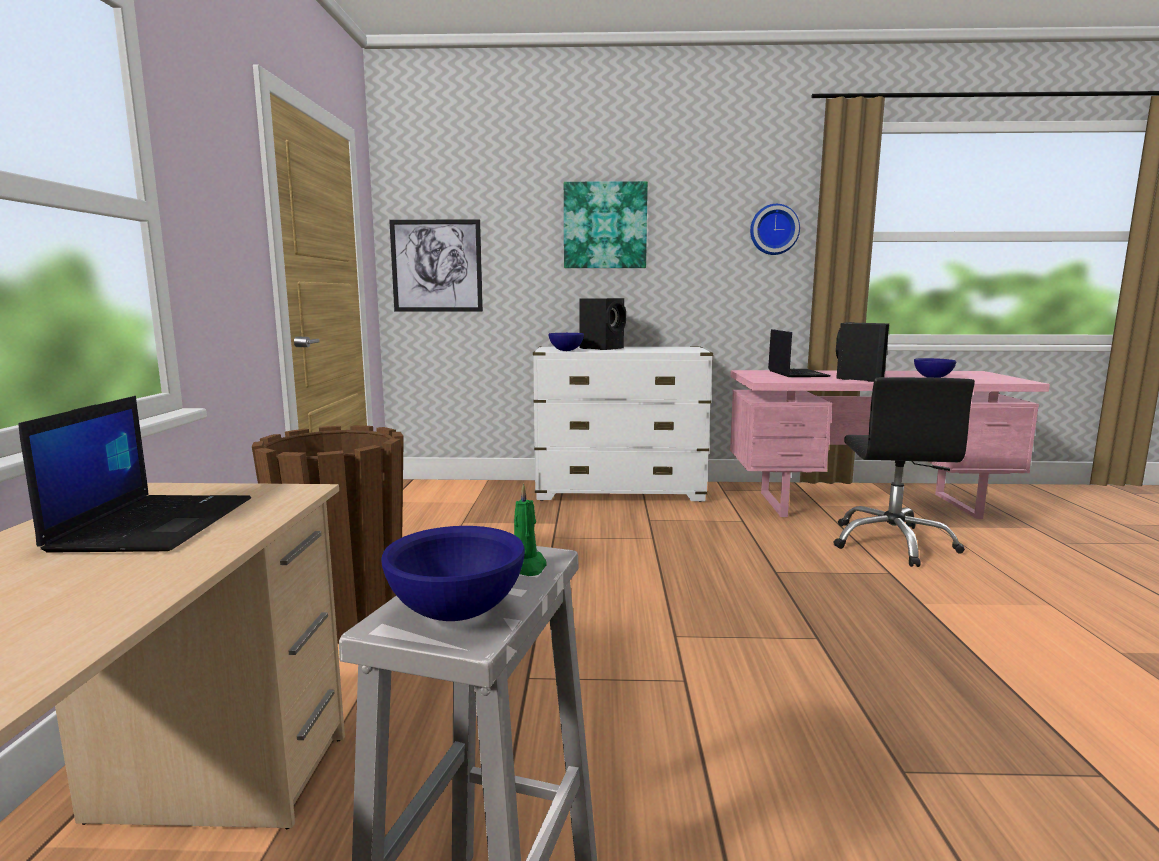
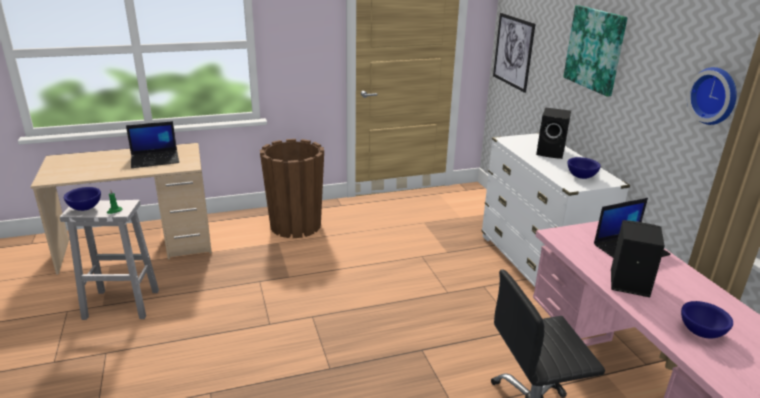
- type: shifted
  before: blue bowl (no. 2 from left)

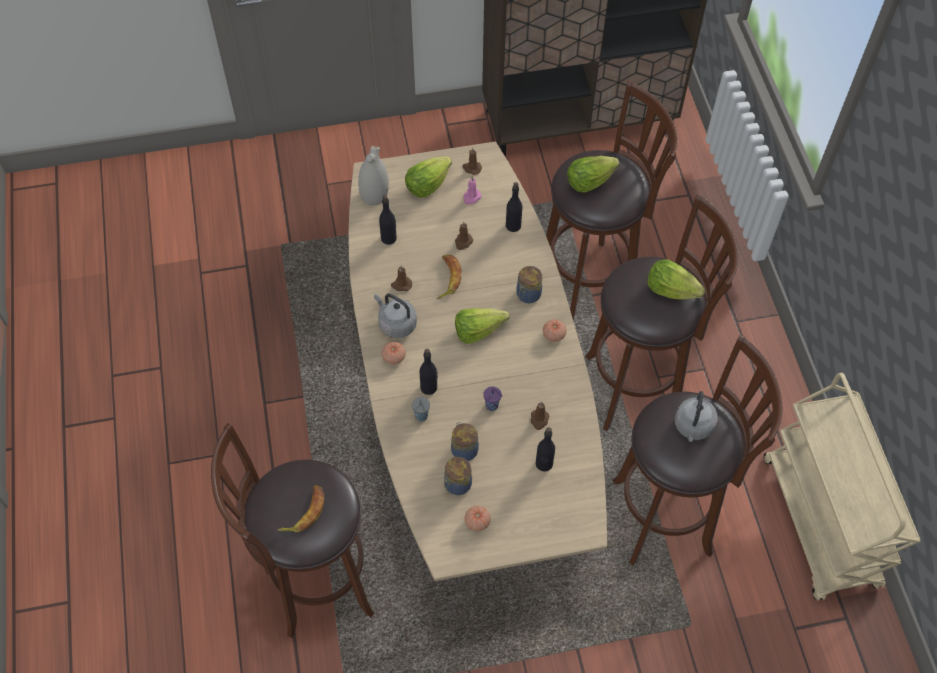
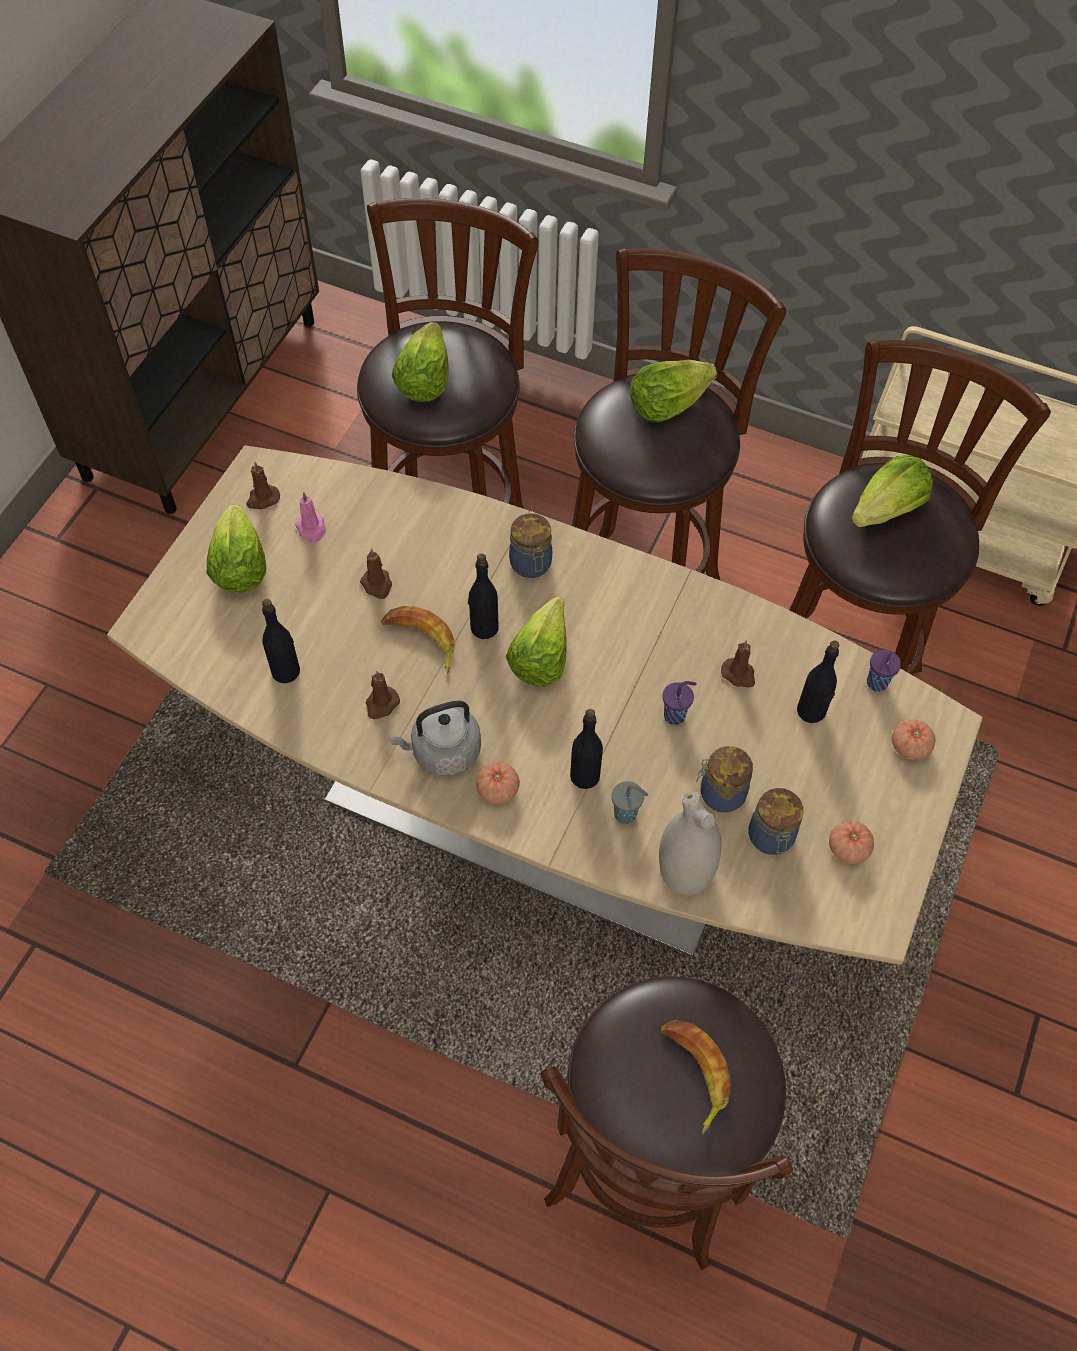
- type: shifted
  before: white vase
- type: shifted
  before: black bottle (no. 3 from left in the first image)
  after: black bottle (no. 2 from left)
- type: shifted
  before: tomato (no. 3 from left)
- type: swapped
  before: grey kettle (no. 2 from left)
  after: lettuce (no. 5 from left)
- type: new
  after: purple cup (no. 2 from left)

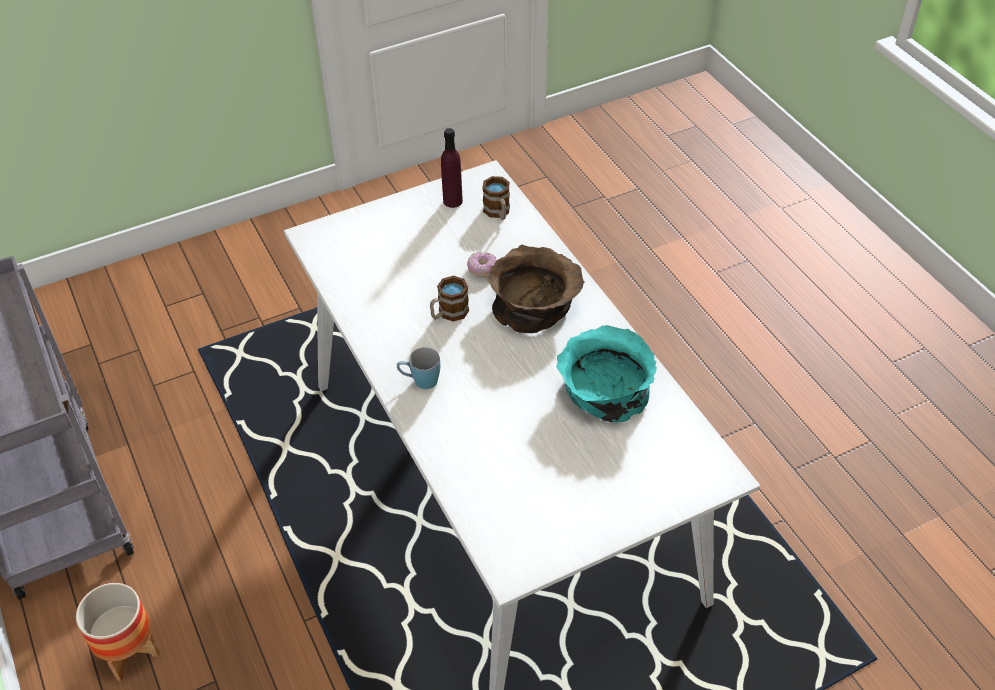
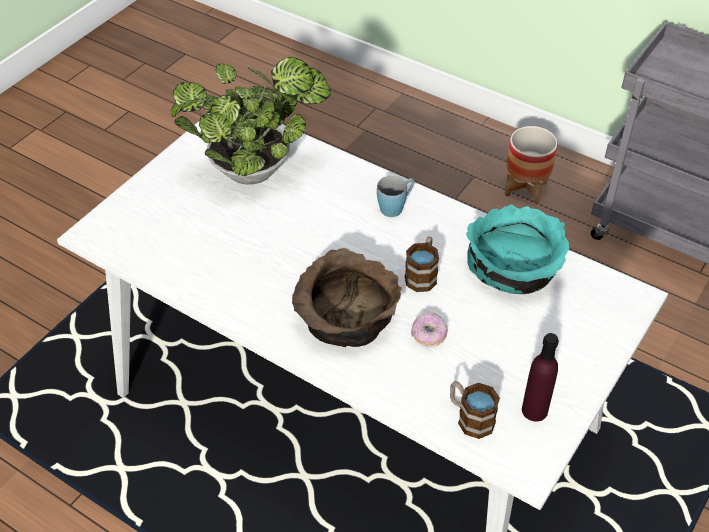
- type: shifted
  before: turquoise bowl
- type: new
  after: potted plant

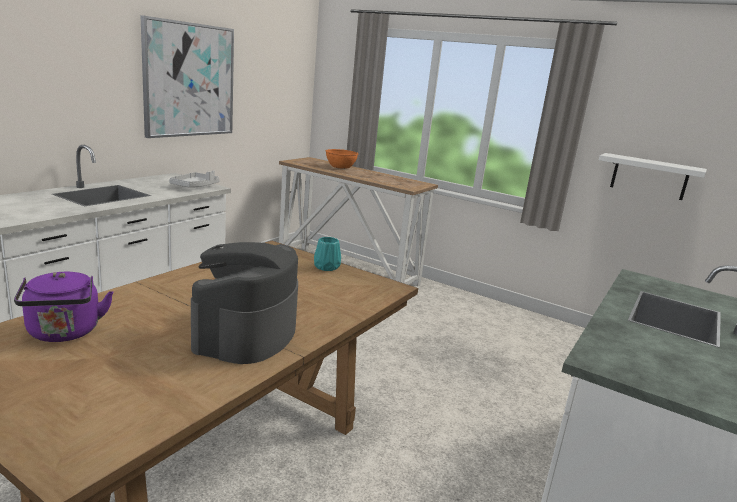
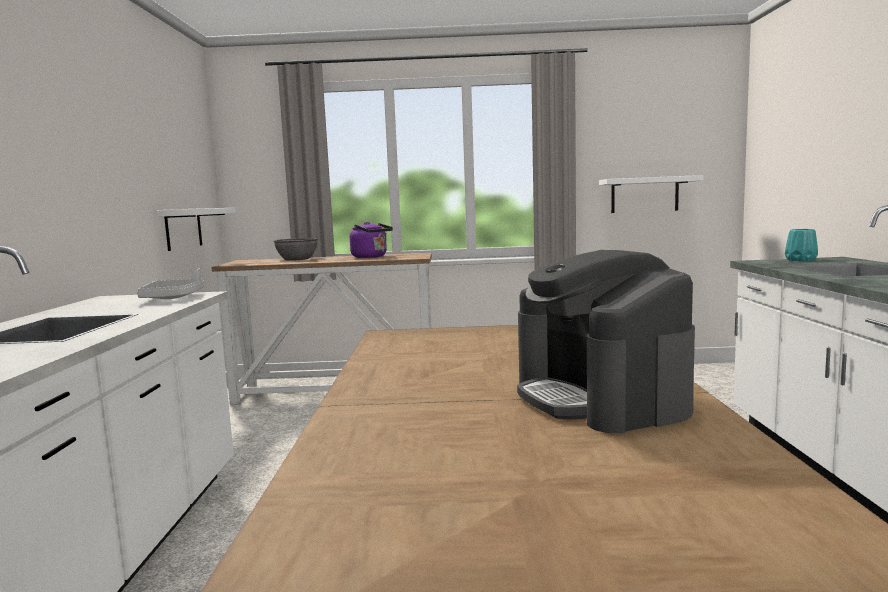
- type: shifted
  before: purple kettle
- type: gone
  before: picture
- type: shifted
  before: turquoise vase
- type: repainted
  before: orange bowl
  after: grey bowl
- type: new
  after: white shelf (no. 1 from left)

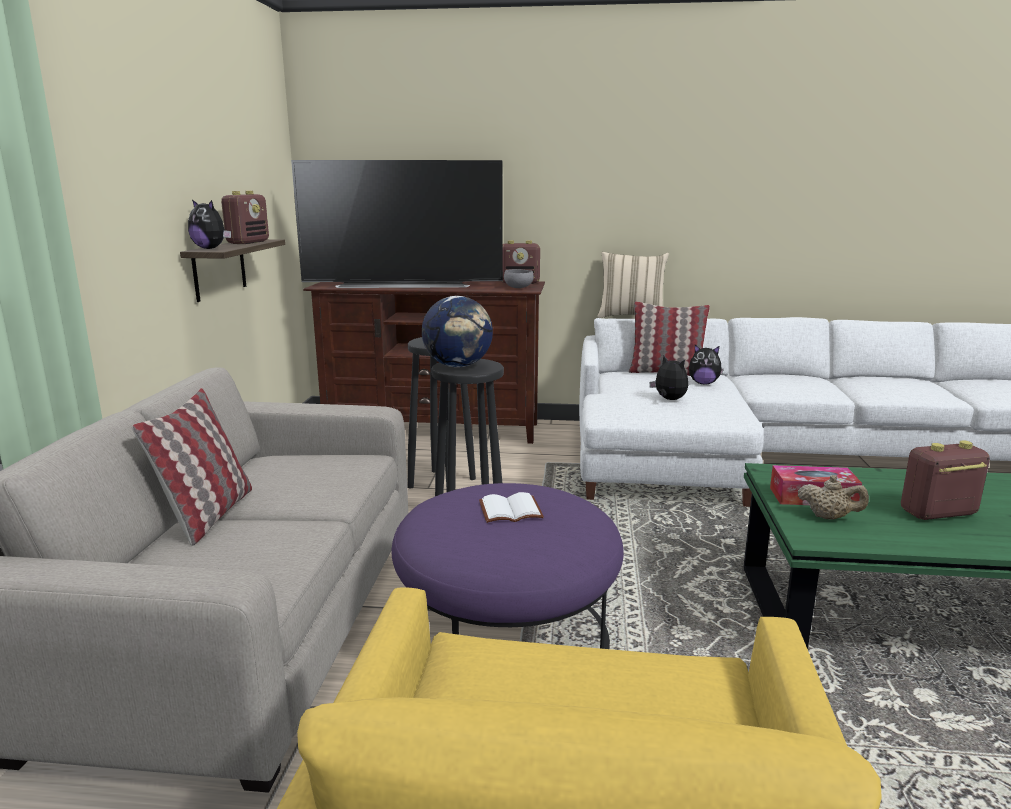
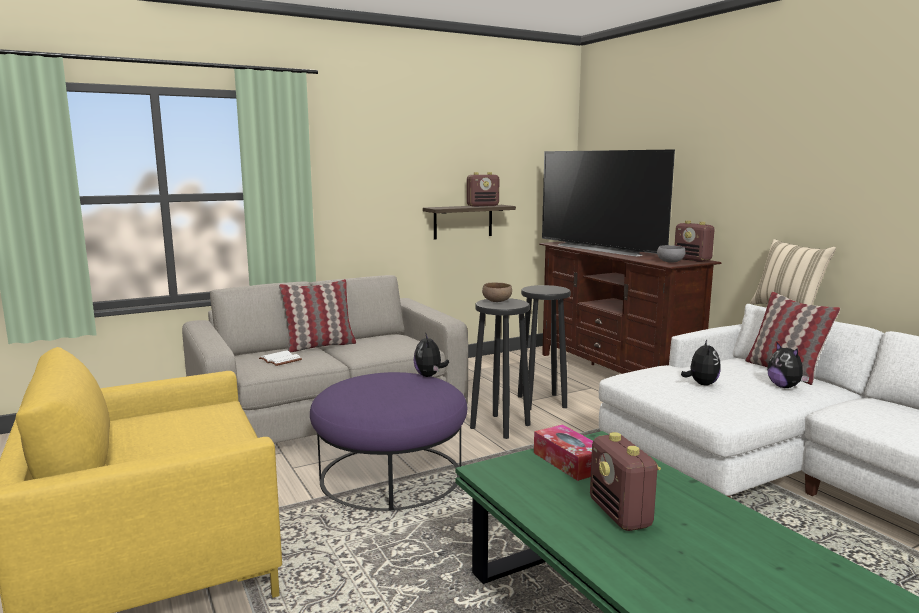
- type: shifted
  before: plush toy (no. 1 from left)
- type: swapped
  before: globe
  after: brown bowl
- type: shifted
  before: white book
- type: gone
  before: beige teapot
- type: rotated
  before: radio (no. 3 from left in the first image)
  turn: -150

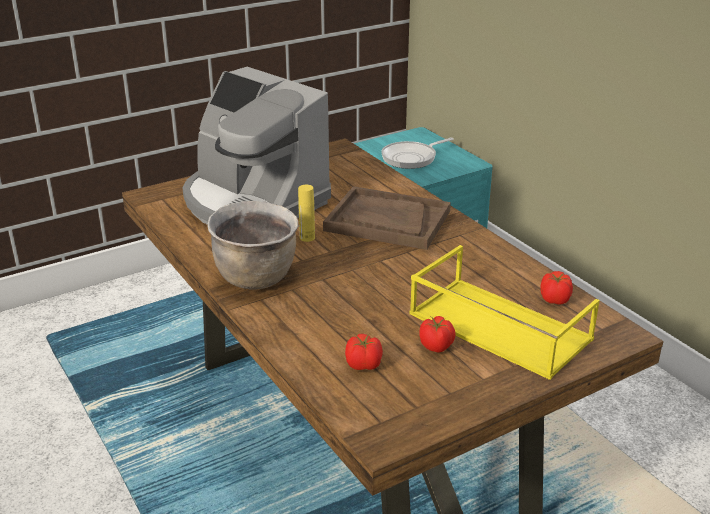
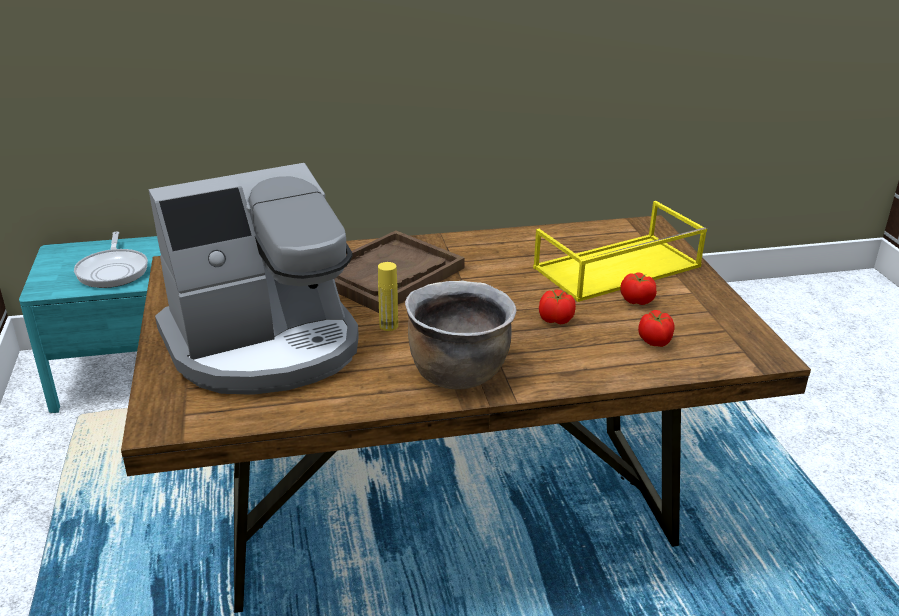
- type: shifted
  before: tomato (no. 3 from left in the first image)
  after: tomato (no. 1 from left)

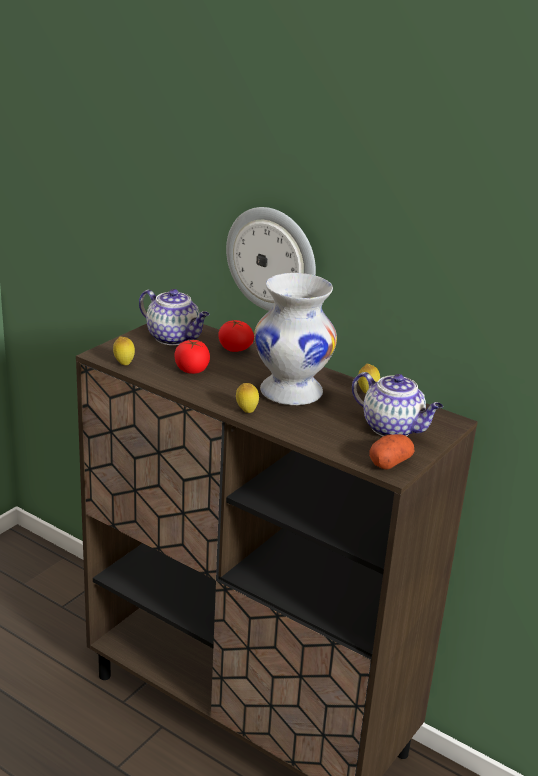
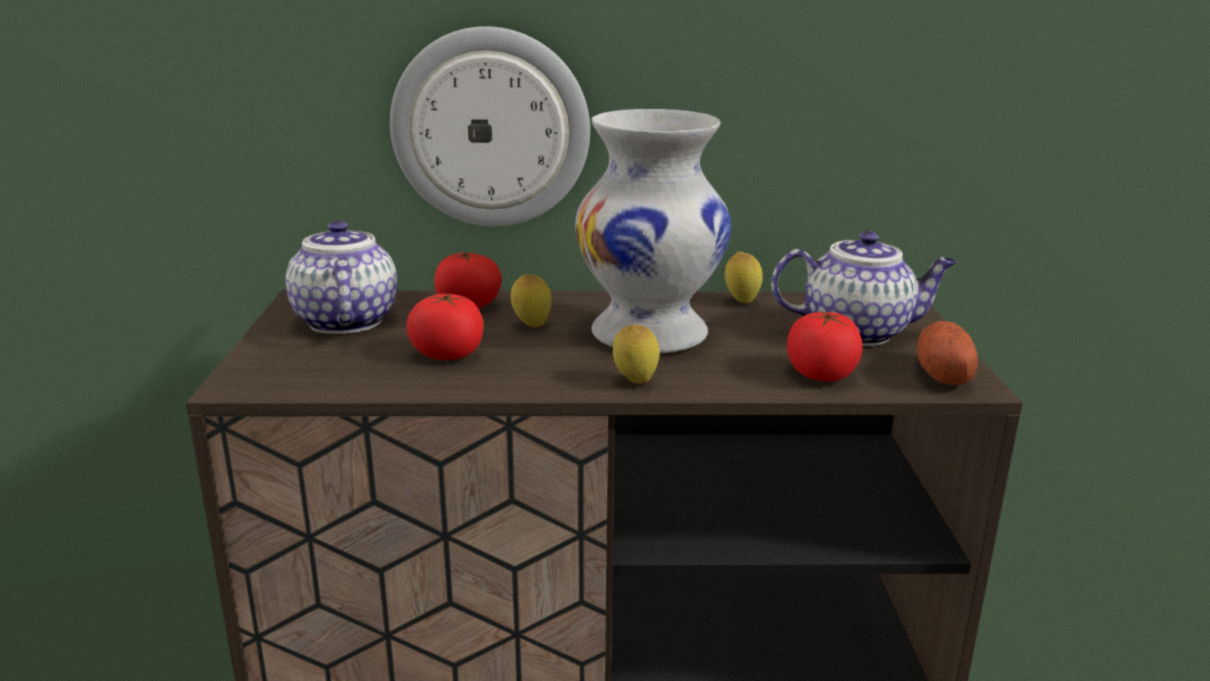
- type: shifted
  before: lemon (no. 1 from left)
- type: rotated
  before: teapot (no. 1 from left)
  turn: -105
- type: new
  after: tomato (no. 3 from left)

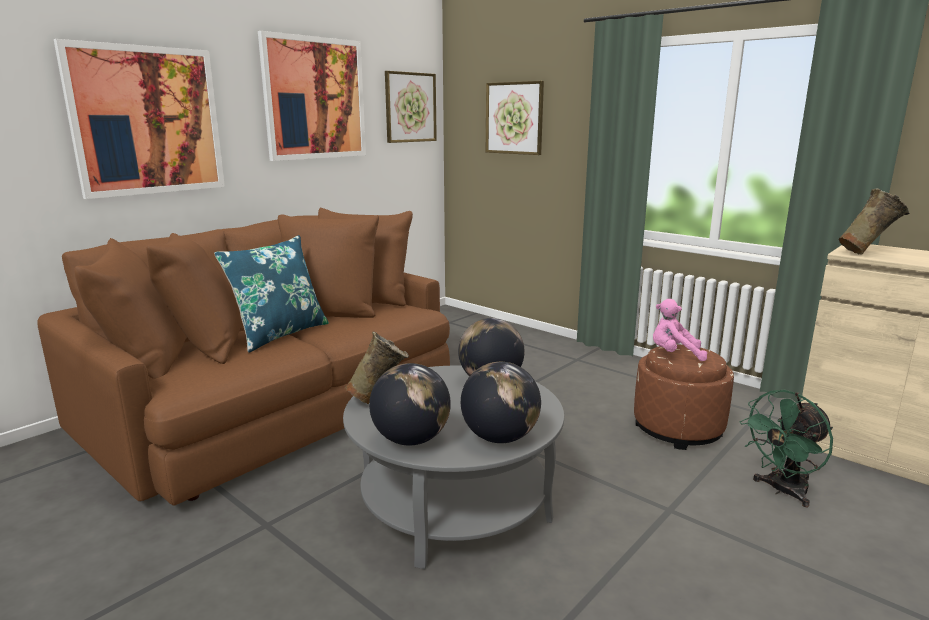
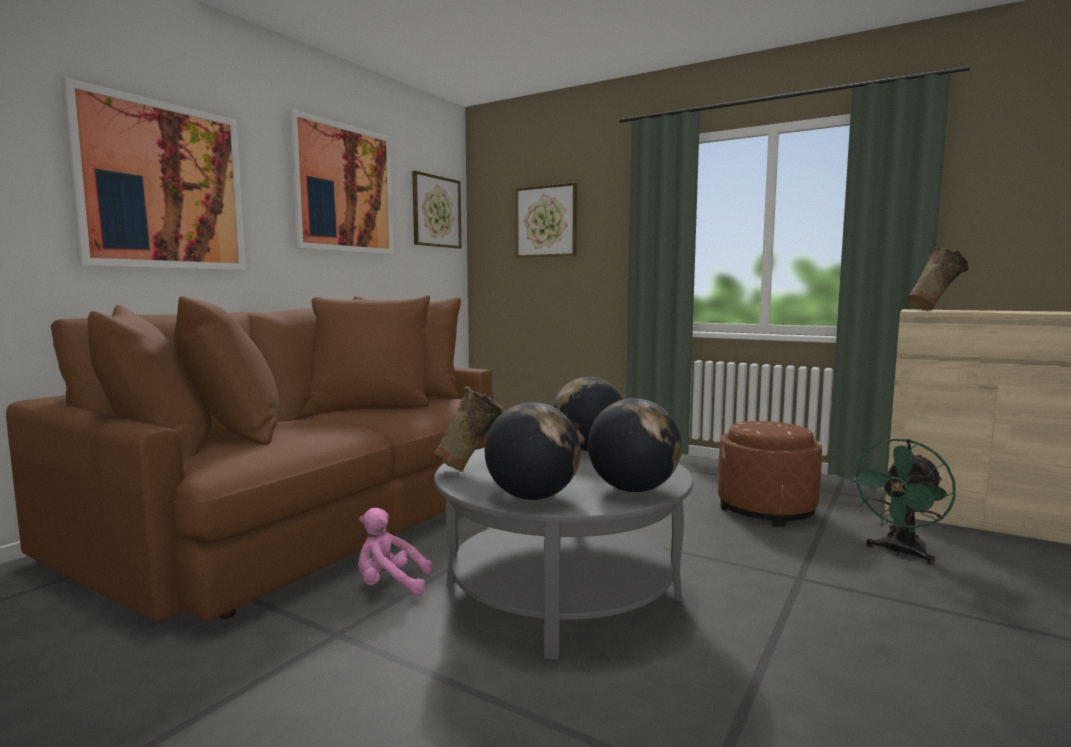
- type: gone
  before: blue pillow
- type: shifted
  before: pink plush toy

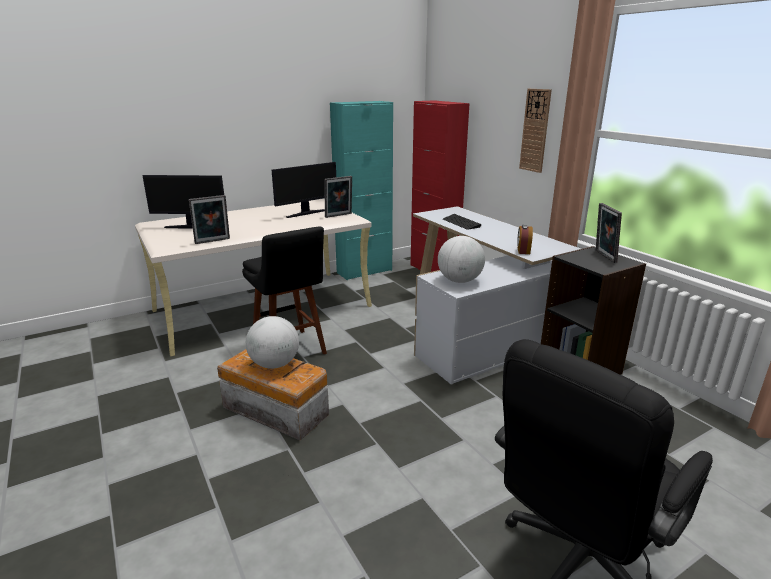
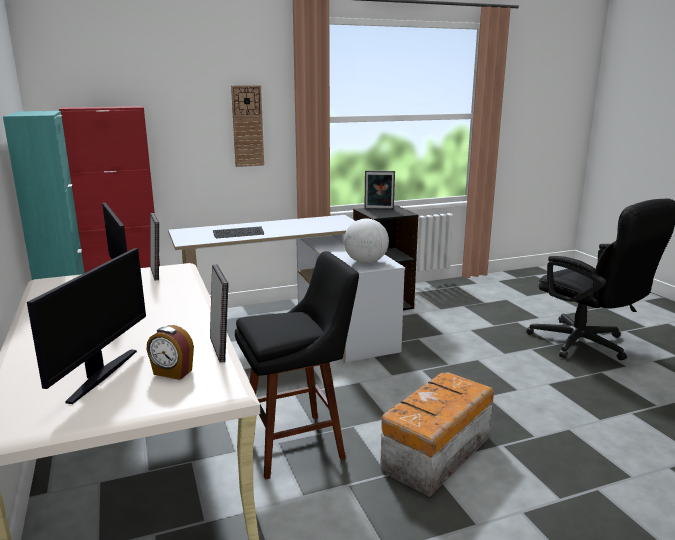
- type: gone
  before: globe (no. 1 from left)
- type: shifted
  before: alarm clock

